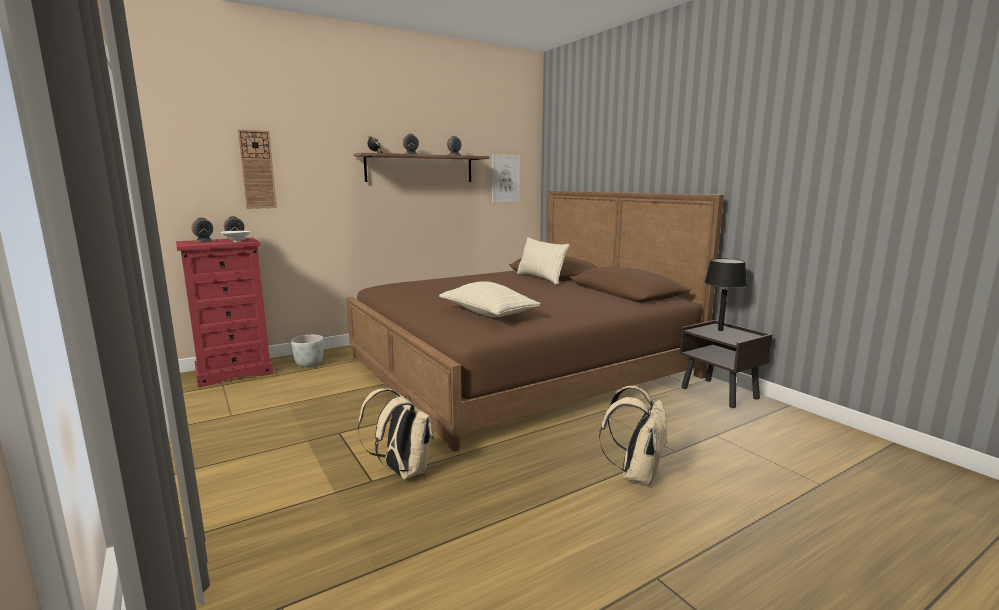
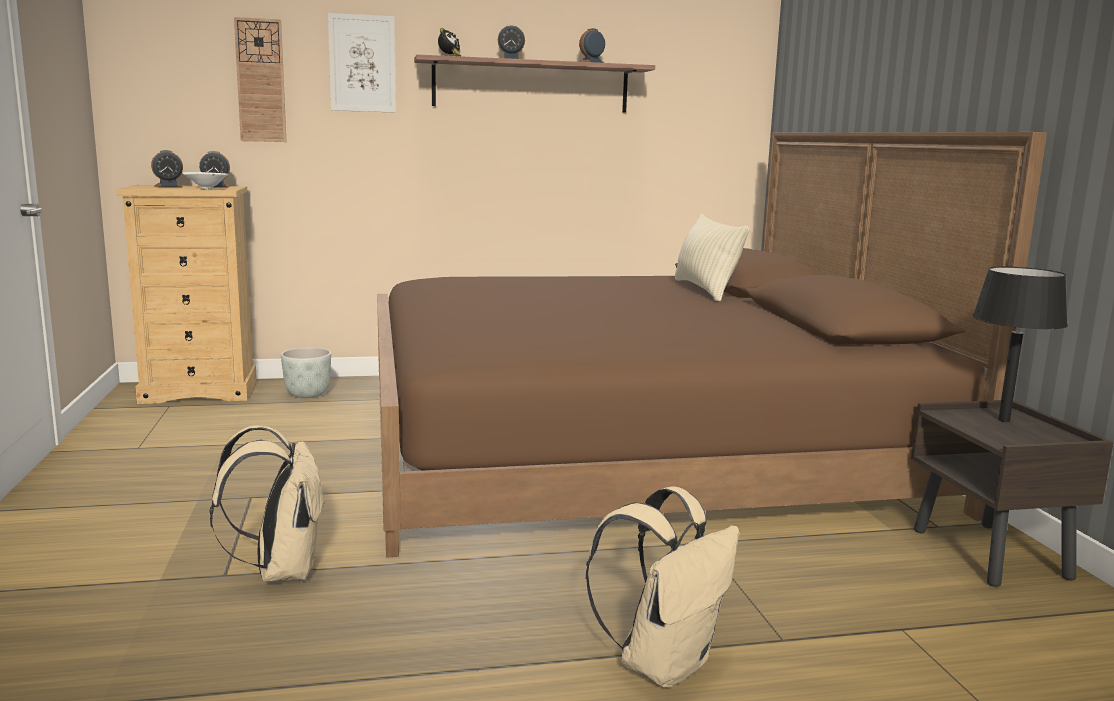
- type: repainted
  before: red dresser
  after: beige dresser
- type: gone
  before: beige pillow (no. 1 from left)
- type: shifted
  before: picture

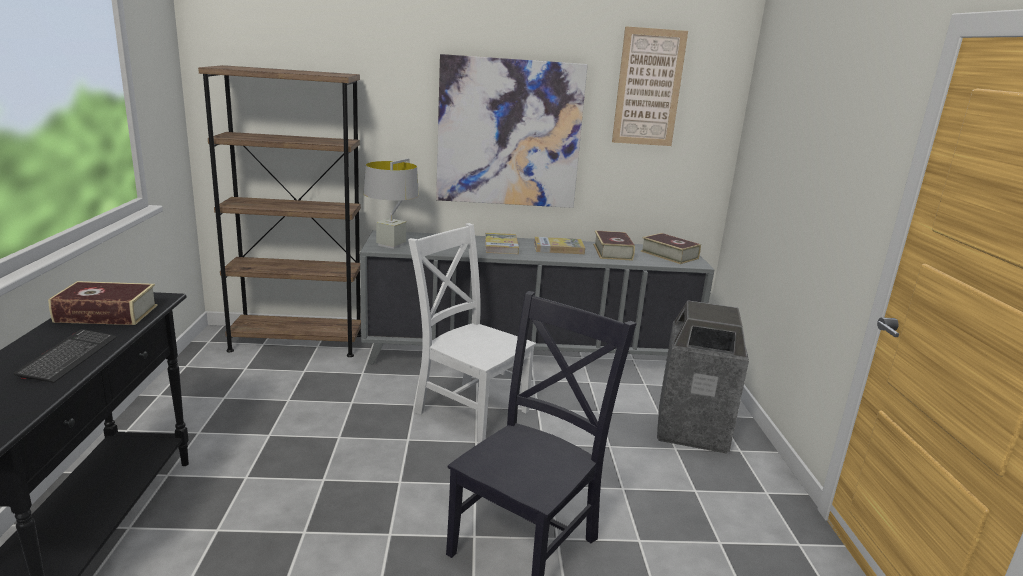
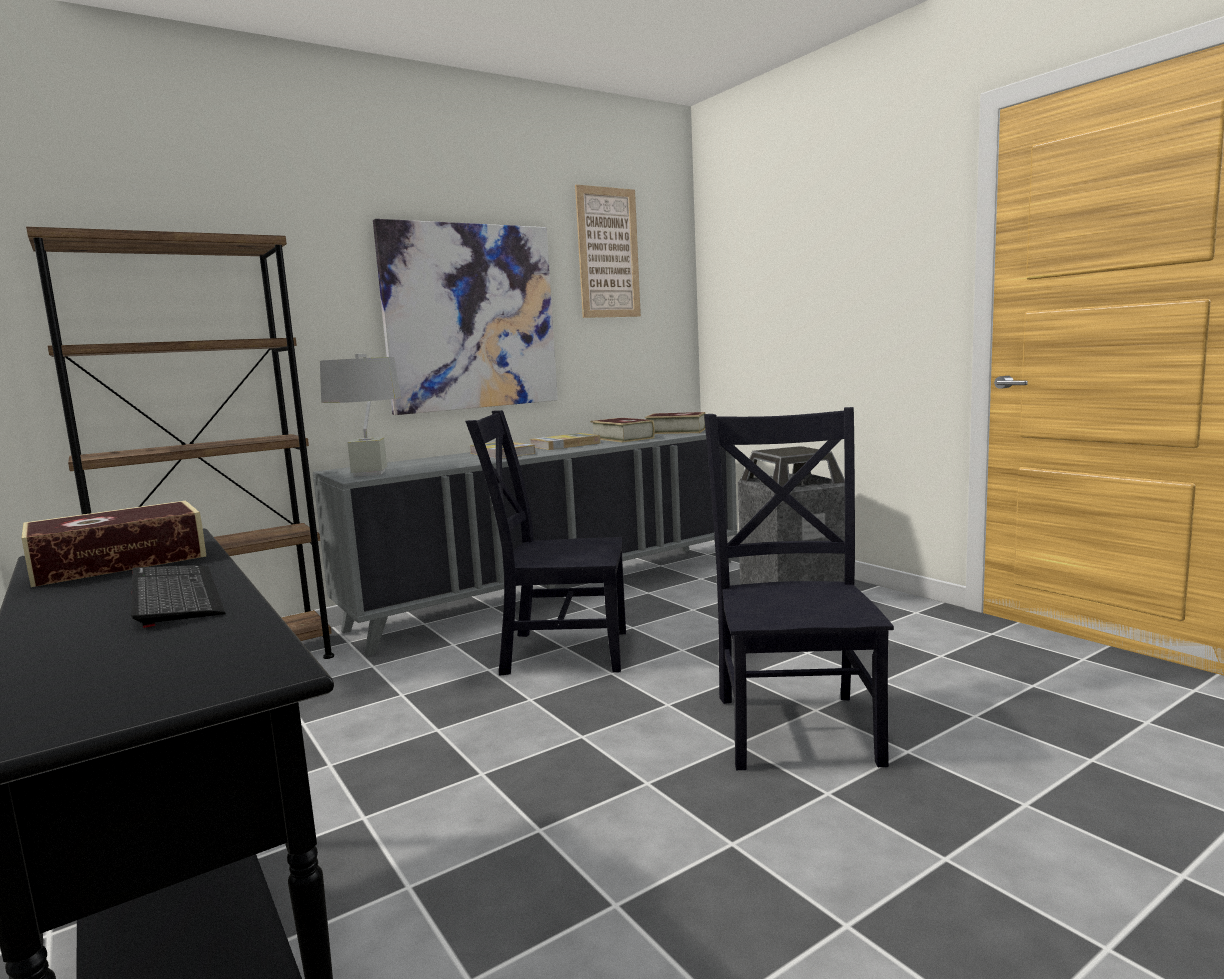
- type: repainted
  before: white chair
  after: black chair (no. 1 from left)

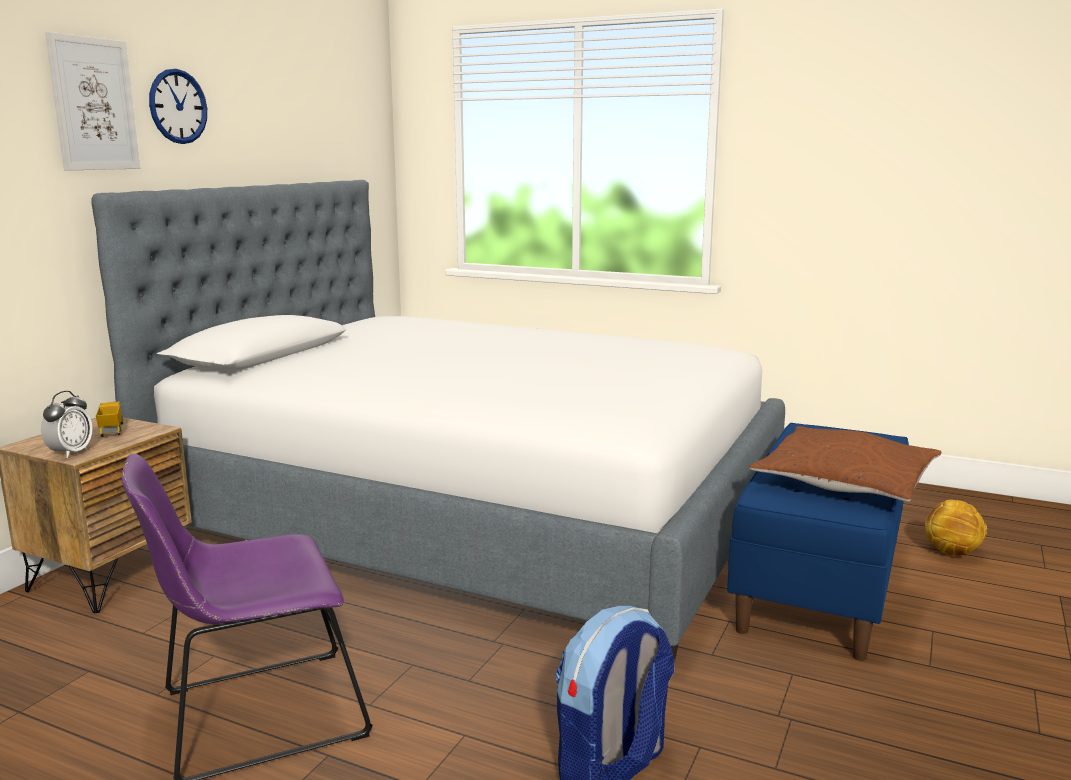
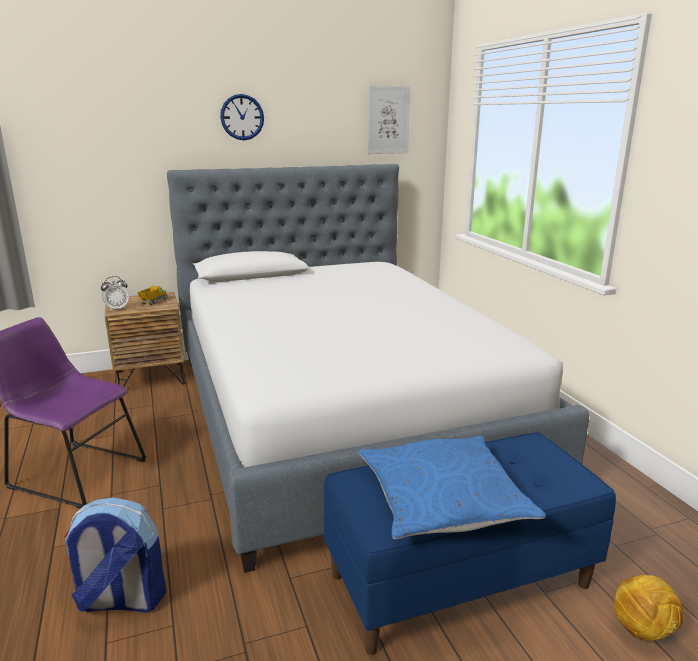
- type: shifted
  before: picture
- type: repainted
  before: brown pillow
  after: blue pillow

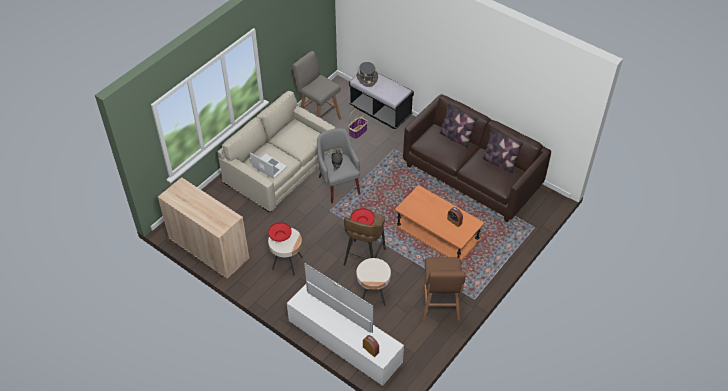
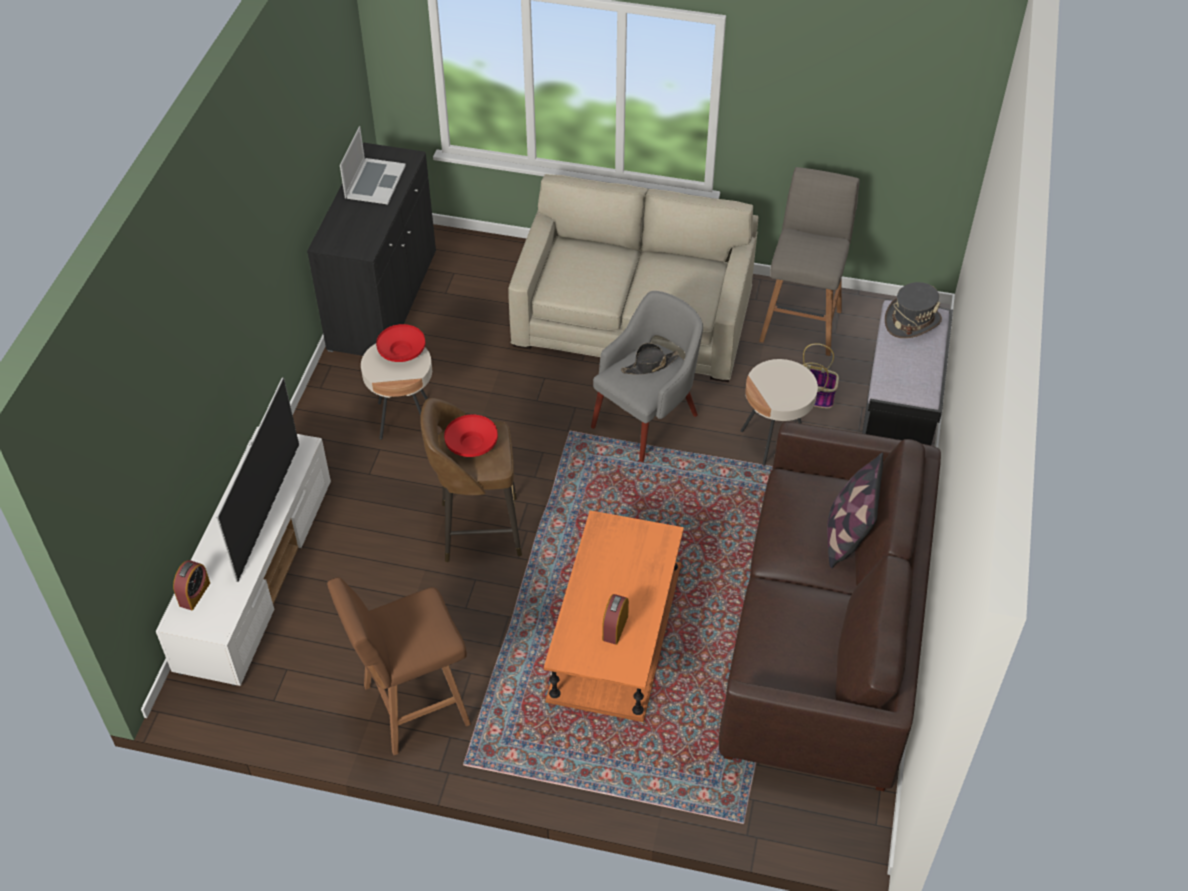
- type: repainted
  before: beige cabinet
  after: black cabinet
- type: shifted
  before: laptop
- type: shifted
  before: beige side table (no. 2 from left)
- type: gone
  before: pillow (no. 2 from left)

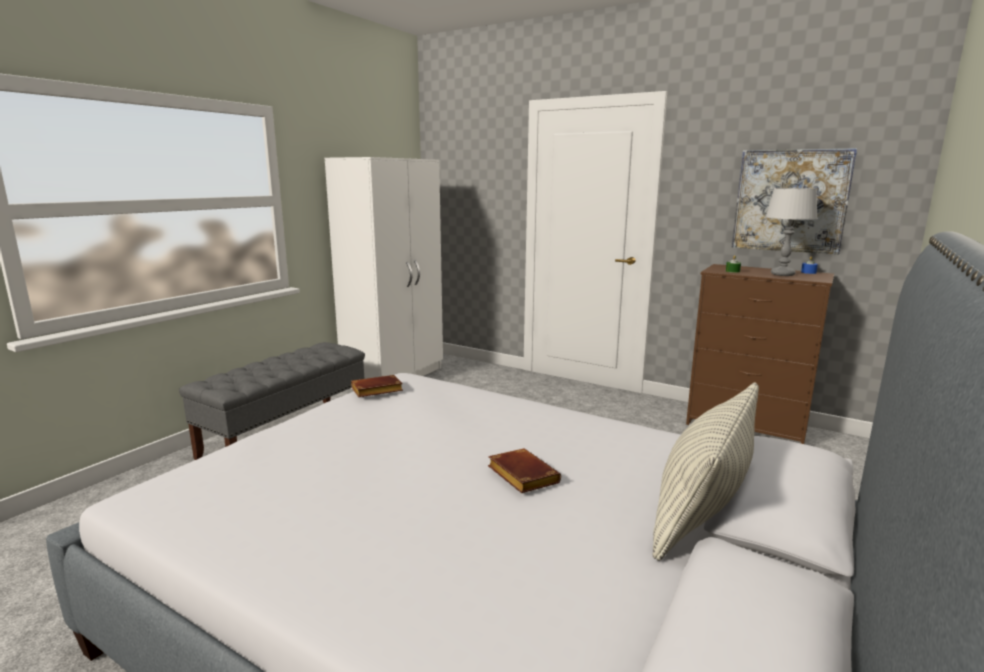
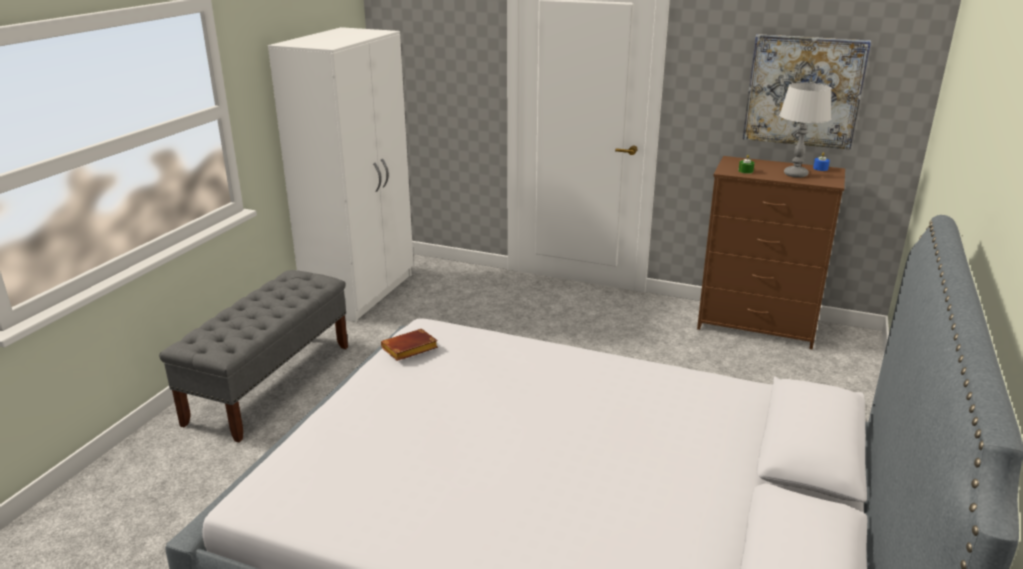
- type: gone
  before: brown book (no. 2 from left)
- type: gone
  before: pillow

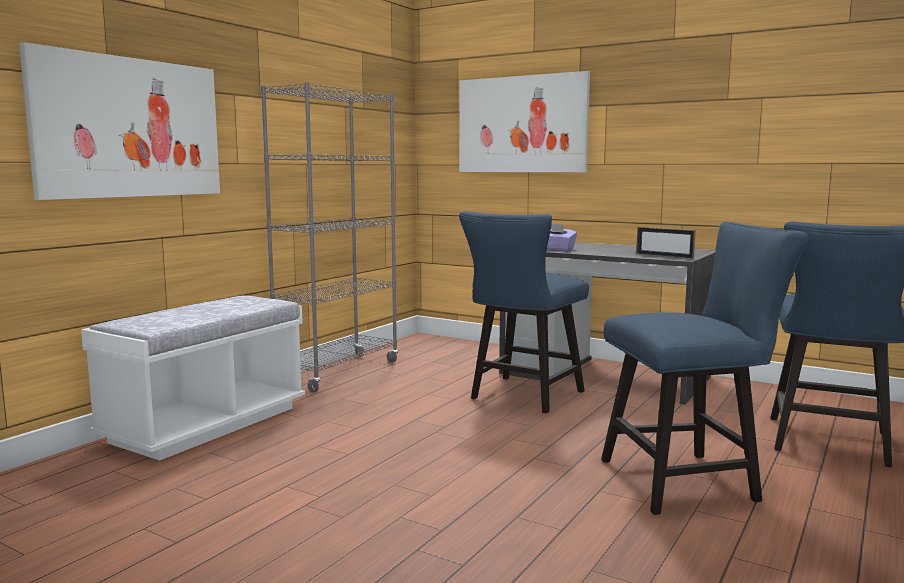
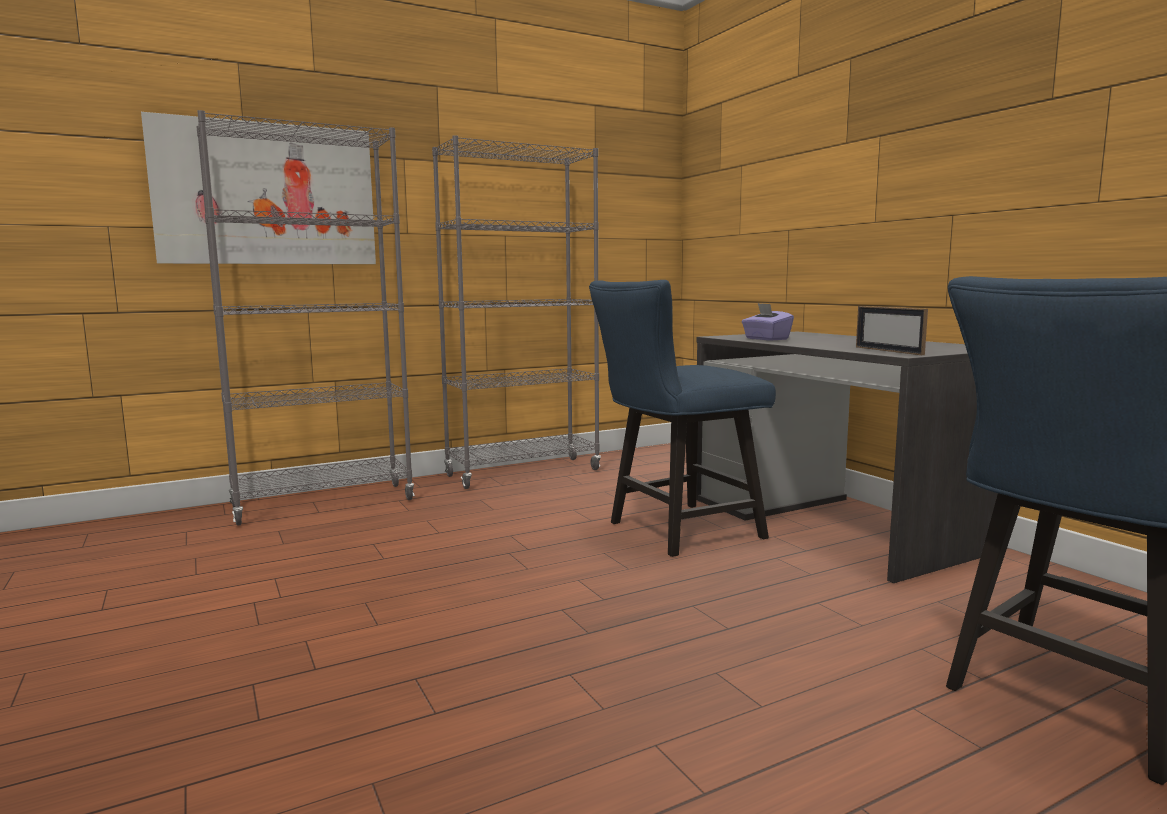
- type: swapped
  before: white bench
  after: grey bookcase (no. 1 from left)
- type: gone
  before: picture (no. 2 from left)
- type: gone
  before: blue chair (no. 2 from left)

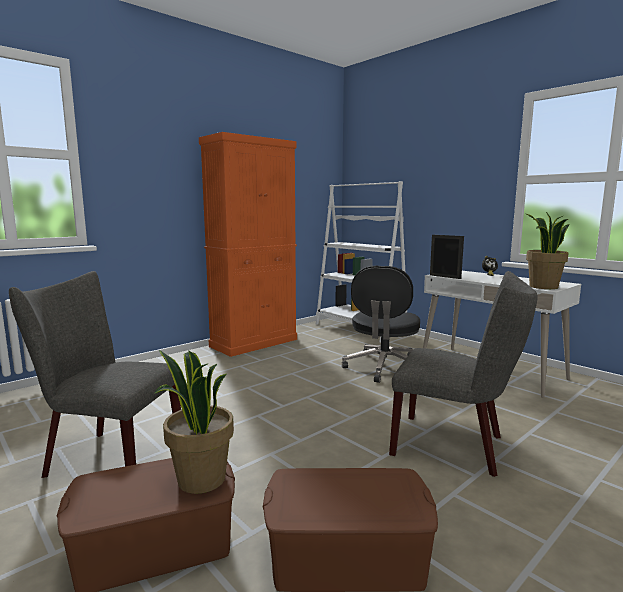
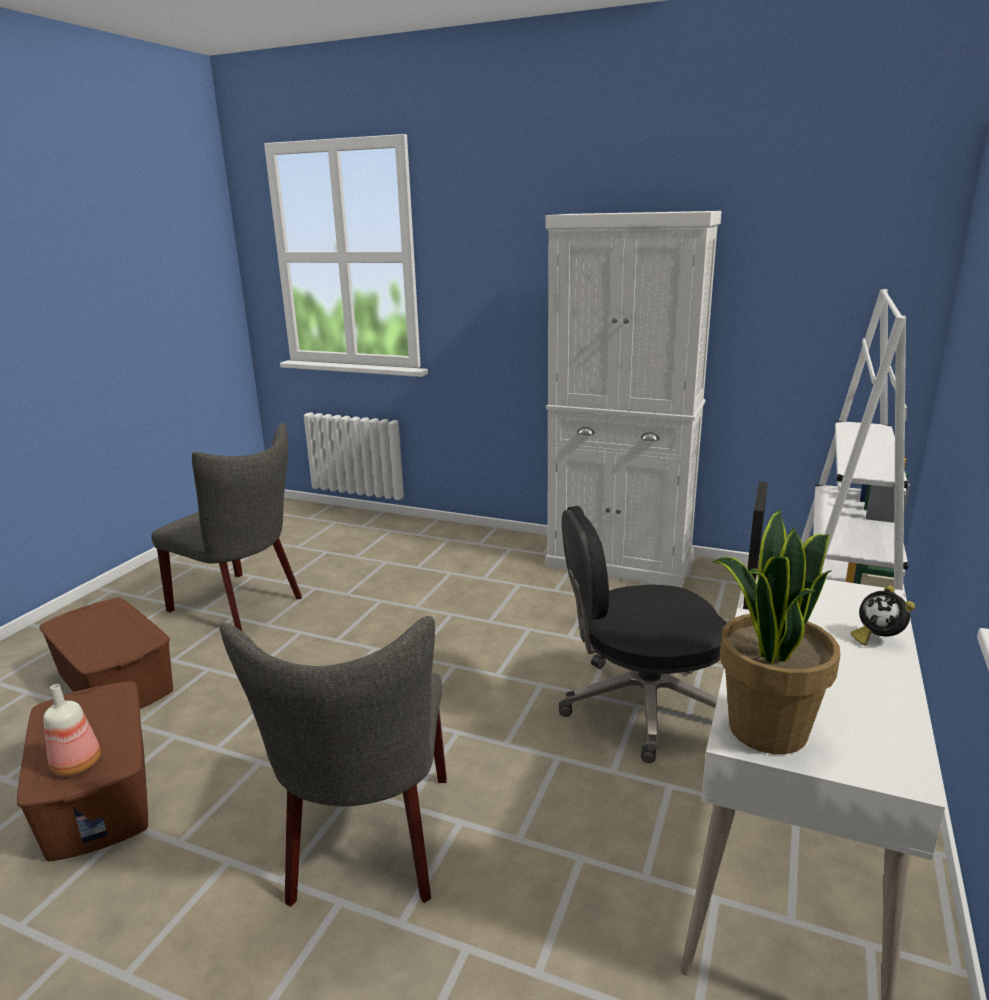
- type: rotated
  before: grey chair (no. 1 from left)
  turn: 135
- type: gone
  before: potted plant (no. 1 from left)
- type: repainted
  before: orange cabinet
  after: white cabinet
- type: new
  after: bottle

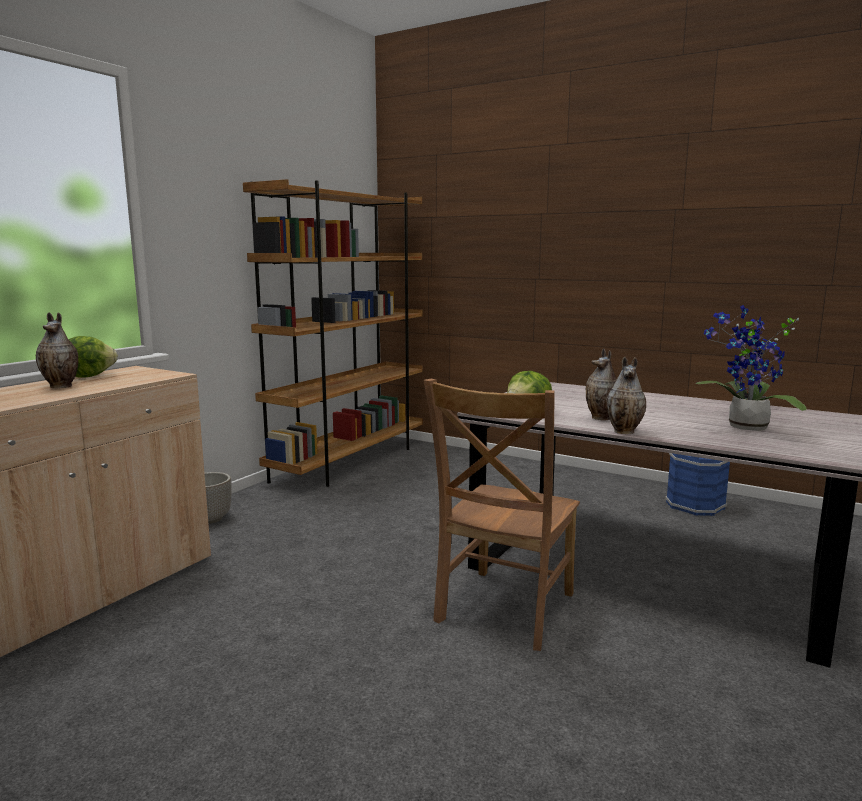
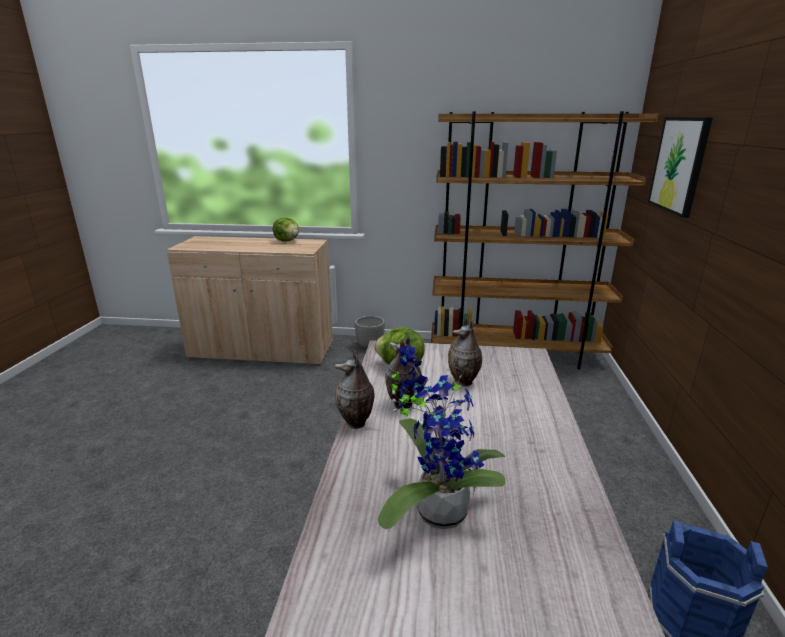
- type: shifted
  before: vase (no. 1 from left in the first image)
  after: vase (no. 3 from left)
- type: gone
  before: brown chair
- type: new
  after: picture

